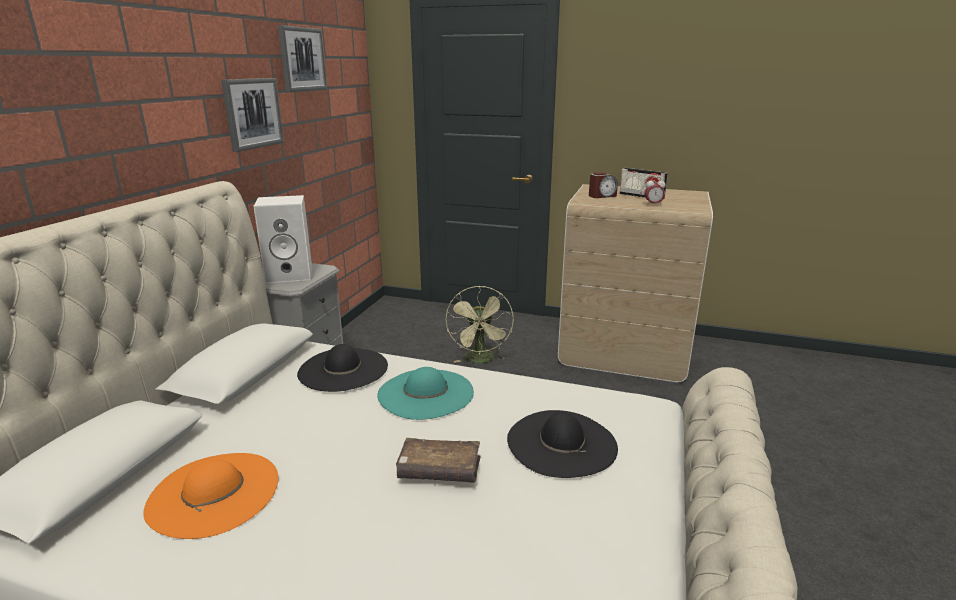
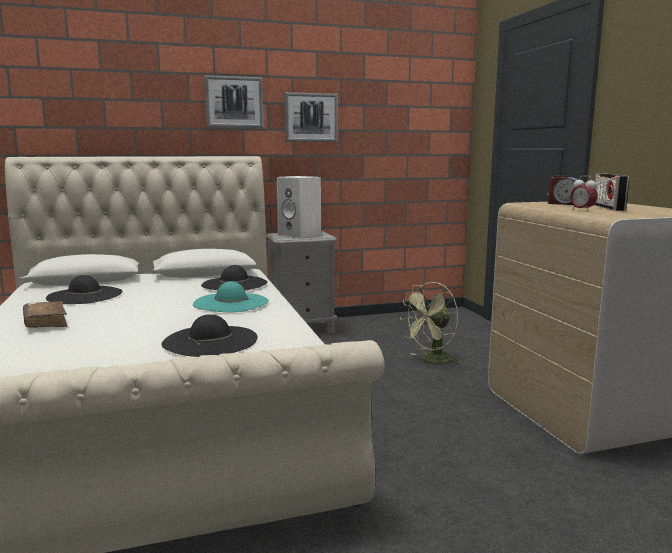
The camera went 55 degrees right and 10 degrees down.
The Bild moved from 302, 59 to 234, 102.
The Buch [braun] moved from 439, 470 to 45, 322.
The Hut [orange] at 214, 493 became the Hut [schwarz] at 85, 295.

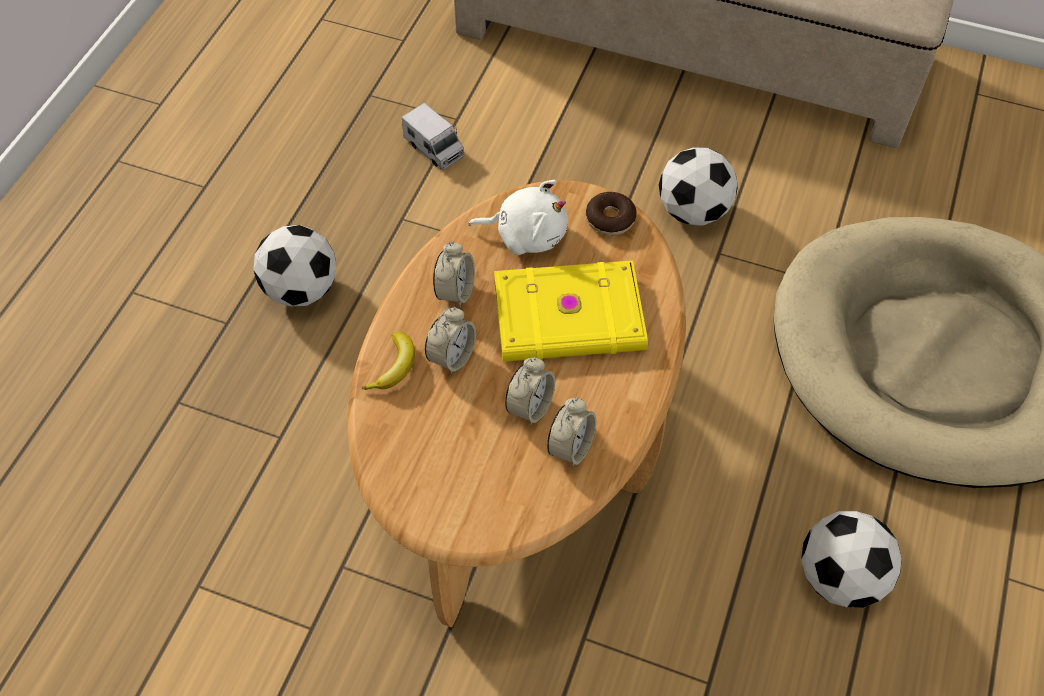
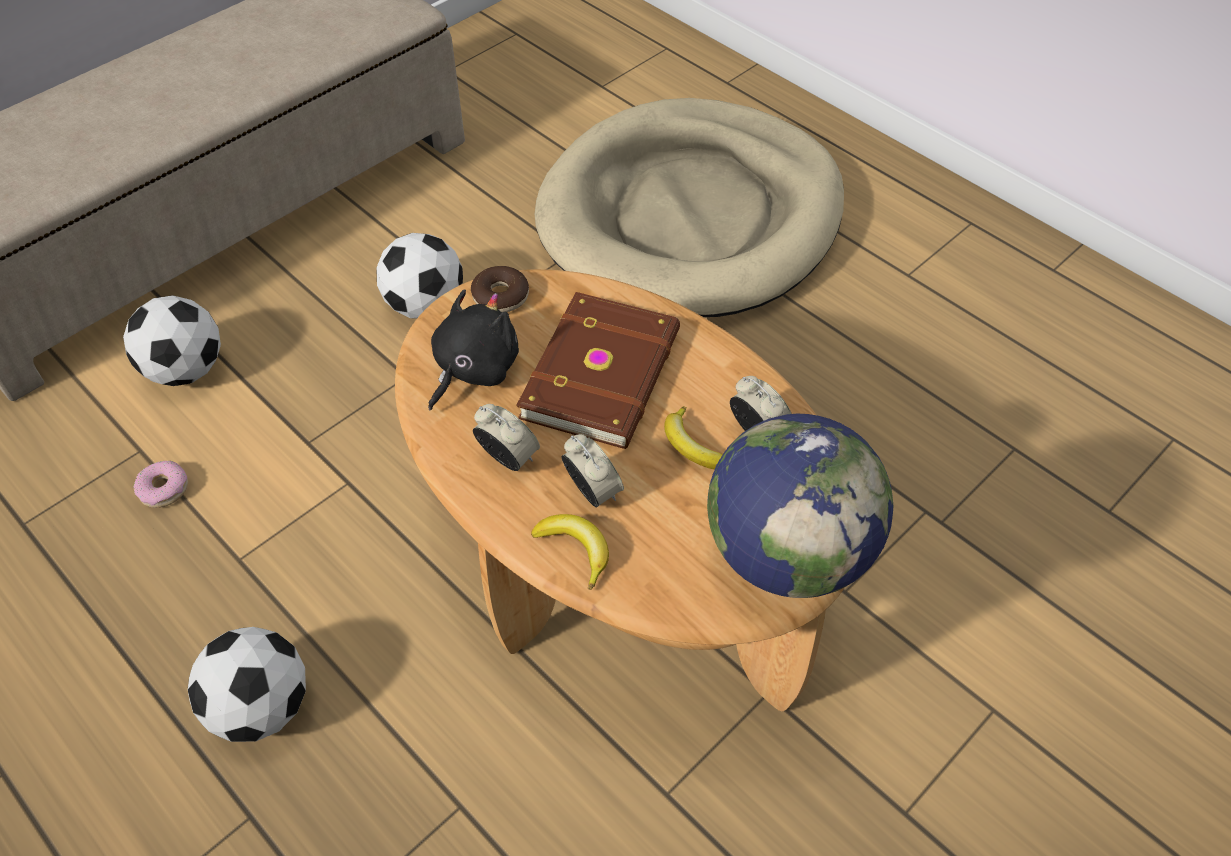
The camera went 65 degrees left and 5 degrees down.
The Globus at 787, 553 appeared.
The Fußball moved from 839, 576 to 186, 370.
The Spielzeuglaster at 434, 148 was replaced by the Donut at 164, 489.
The Wecker at 530, 407 was replaced by the Banane at 693, 447.
The Plüschtier [weiß] at 526, 234 became the Plüschtier [schwarz] at 473, 369.
The Buch [gelb] at 570, 319 became the Buch [braun] at 604, 374.

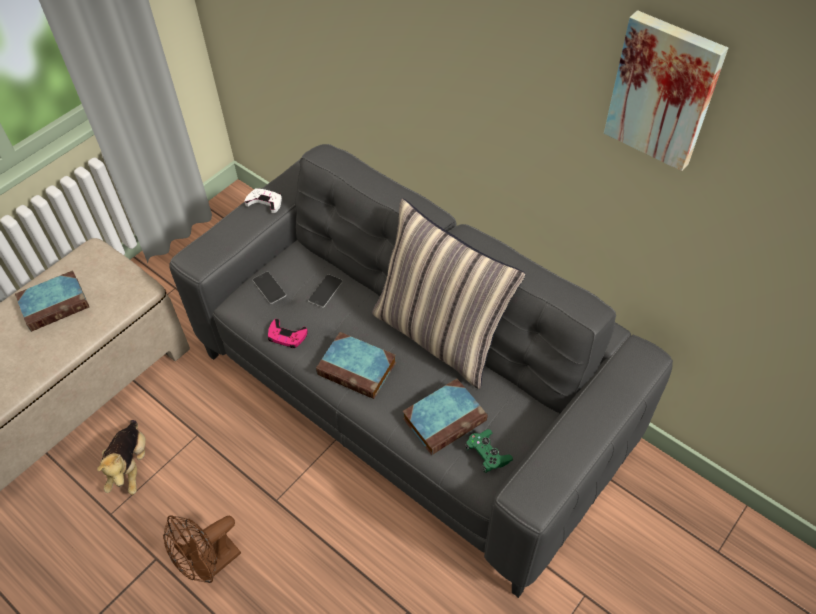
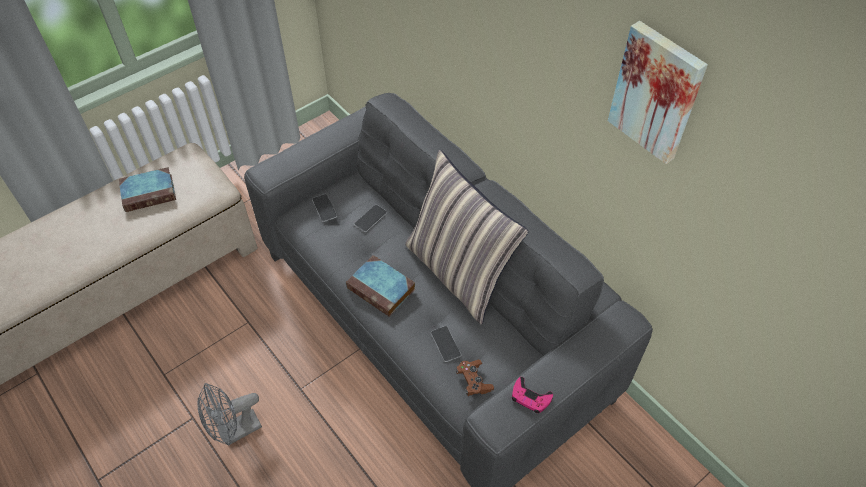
The camera went 10 degrees right and 0 degrees up.
The Plüschtier at 130, 466 disappeared.
The Gamepad [weiß] at 265, 202 disappeared.
The Gamepad [rosa] moved from 286, 336 to 530, 397.
The Buch at 445, 418 was replaced by the Handy at 445, 344.
The Ventilator [braun] at 211, 565 became the Ventilator [grau] at 235, 432.
The Gamepad [grün] at 487, 455 became the Gamepad [braun] at 473, 381.

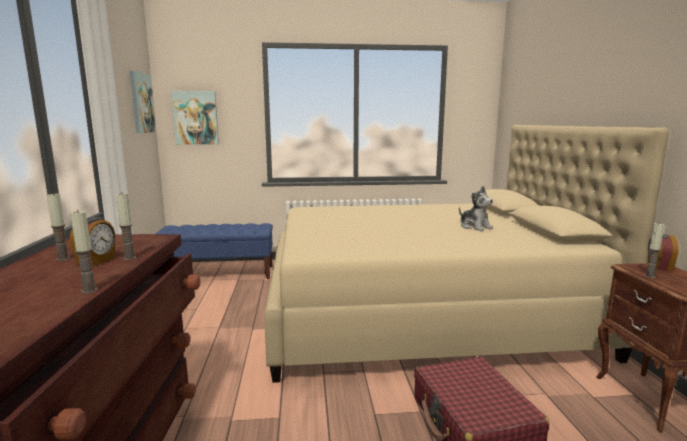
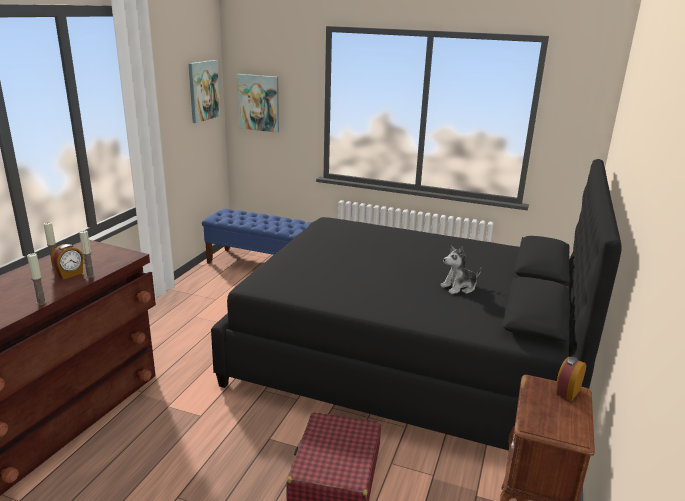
The camera went 25 degrees right and 10 degrees up.
The Kerze at 649, 276 disappeared.
The Bett [beige] at 420, 312 became the Bett [schwarz] at 407, 358.
The Plüschtier at 475, 227 turned 75 degrees clockwise.

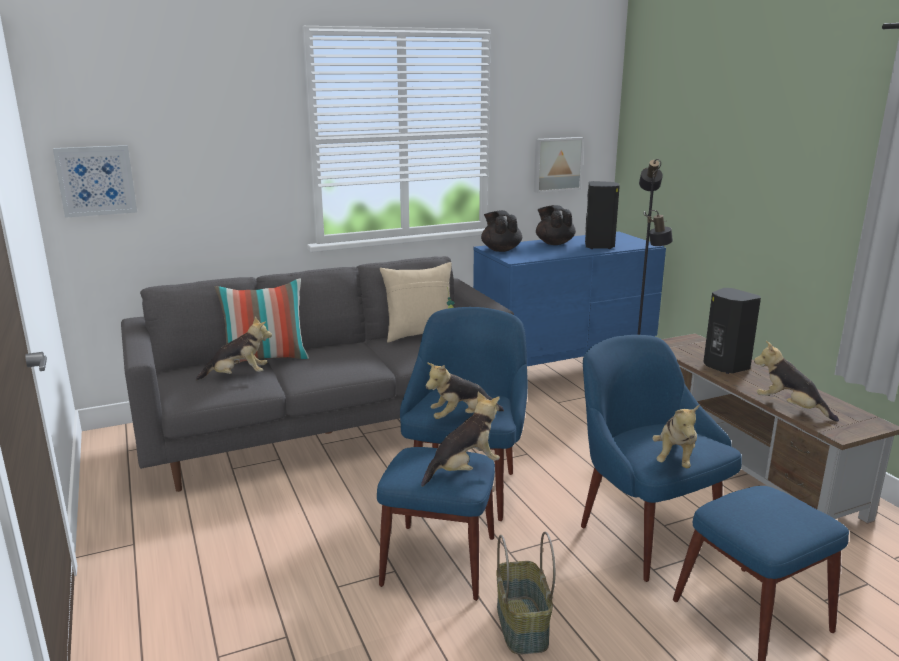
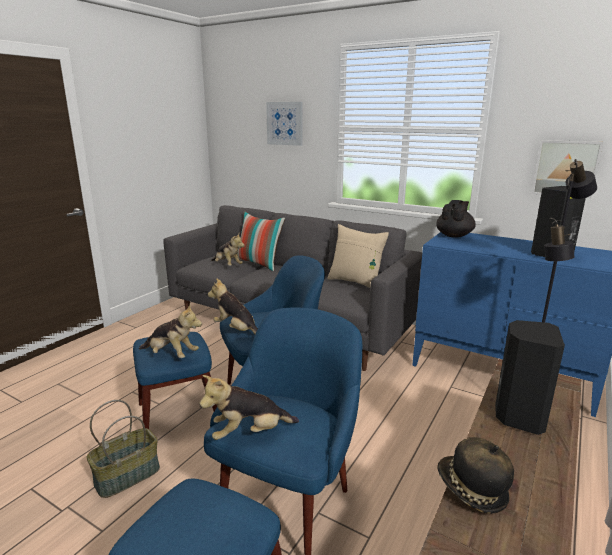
The camera went 55 degrees right and 0 degrees up.
The Teekanne [schwarz] at 554, 243 disappeared.
The Bild moved from 96, 180 to 285, 123.
The Plüschtier at 790, 408 was replaced by the Hut at 471, 489.

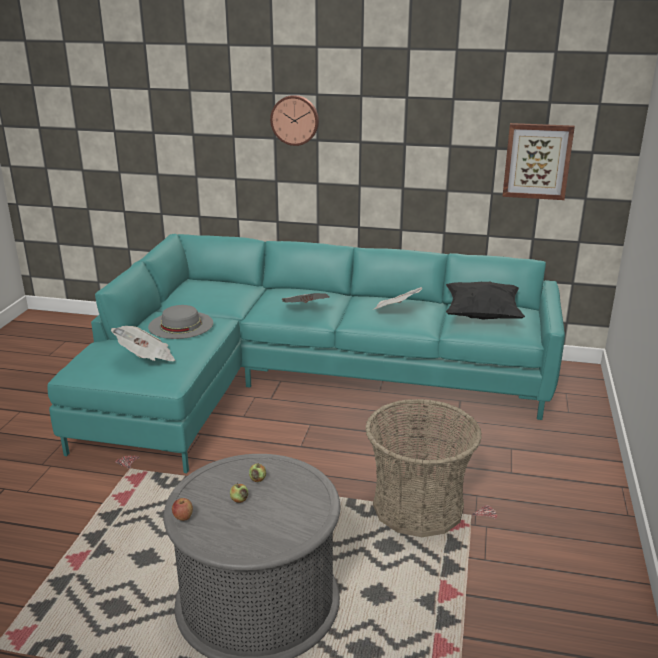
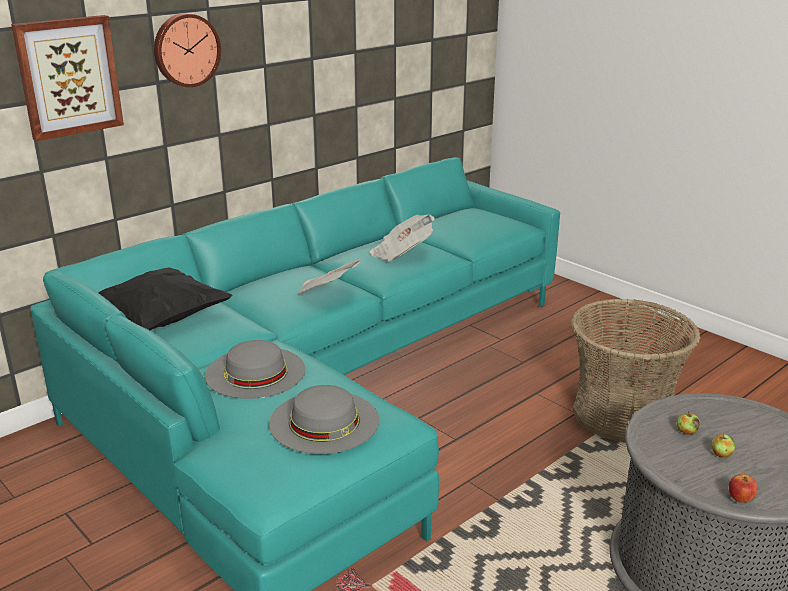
The camera went 55 degrees left and 0 degrees up.
The Kissen [schwarz] moved from 482, 315 to 161, 319.
The Bild moved from 537, 161 to 68, 76.
The Zeitung at 146, 358 was replaced by the Hut [grau] at 324, 421.

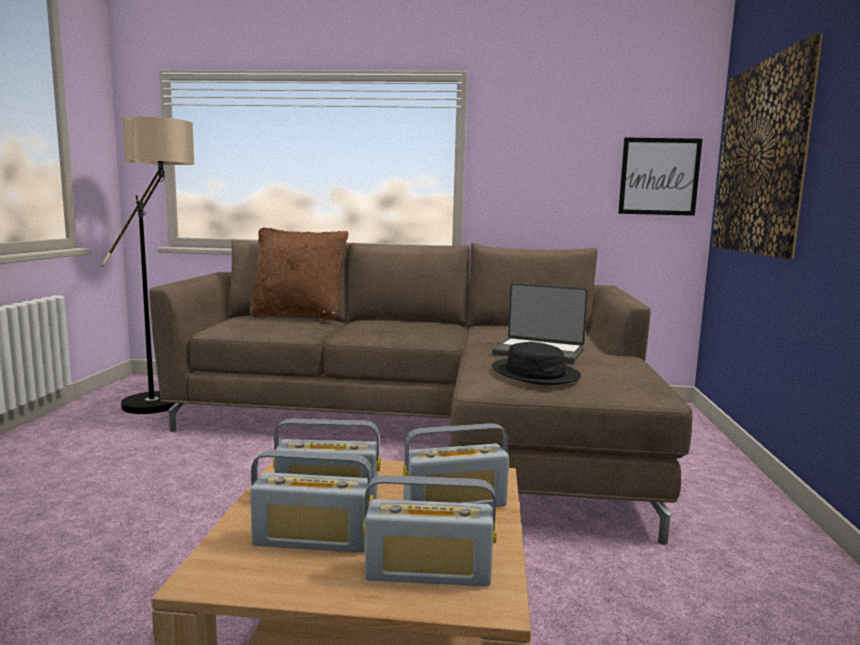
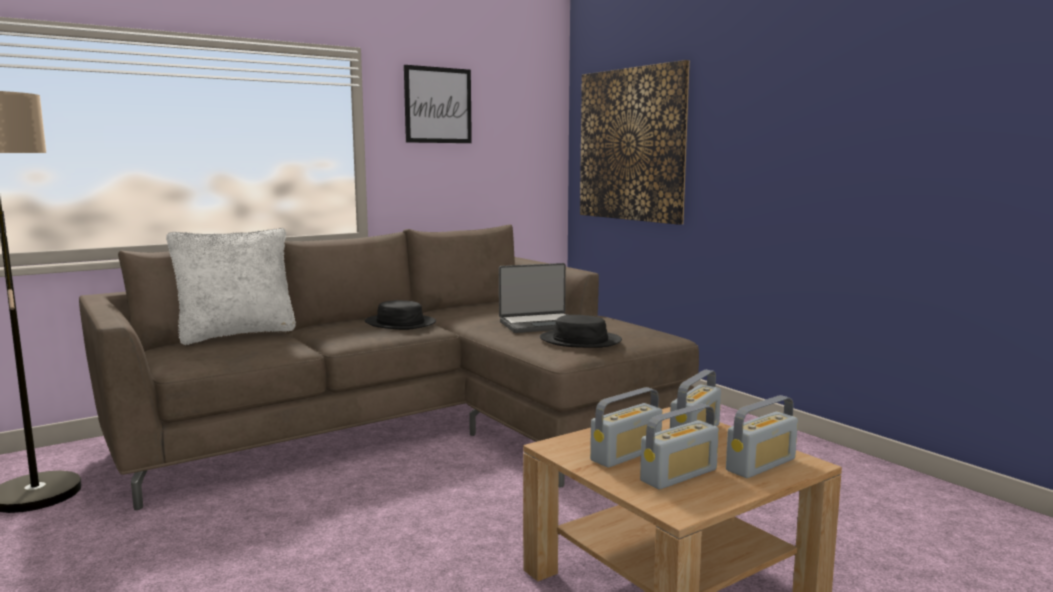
The camera went 40 degrees left and 0 degrees up.
The Hut [schwarz] at 400, 323 appeared.
The Bild moved from 659, 176 to 438, 105.
The Kissen [braun] at 298, 317 became the Kissen [weiß] at 238, 336.

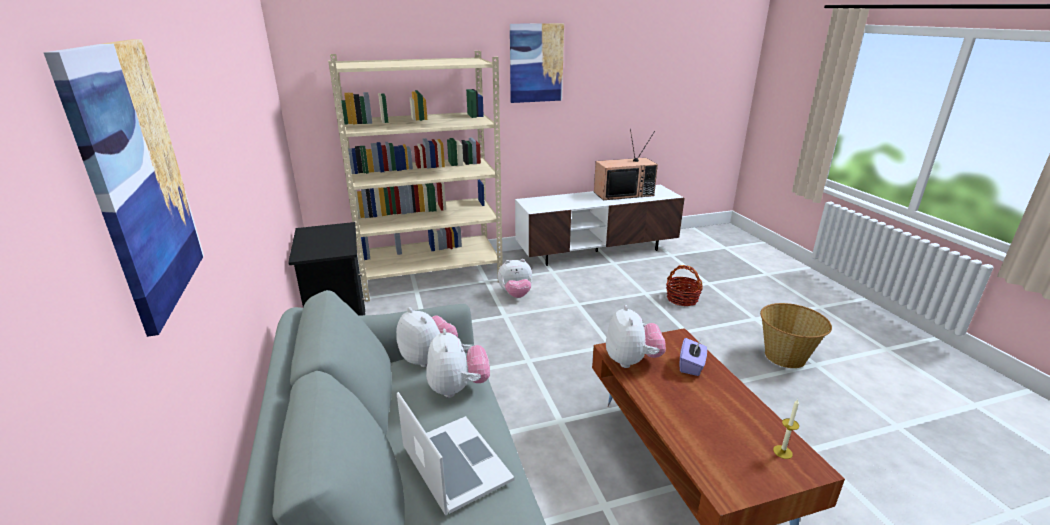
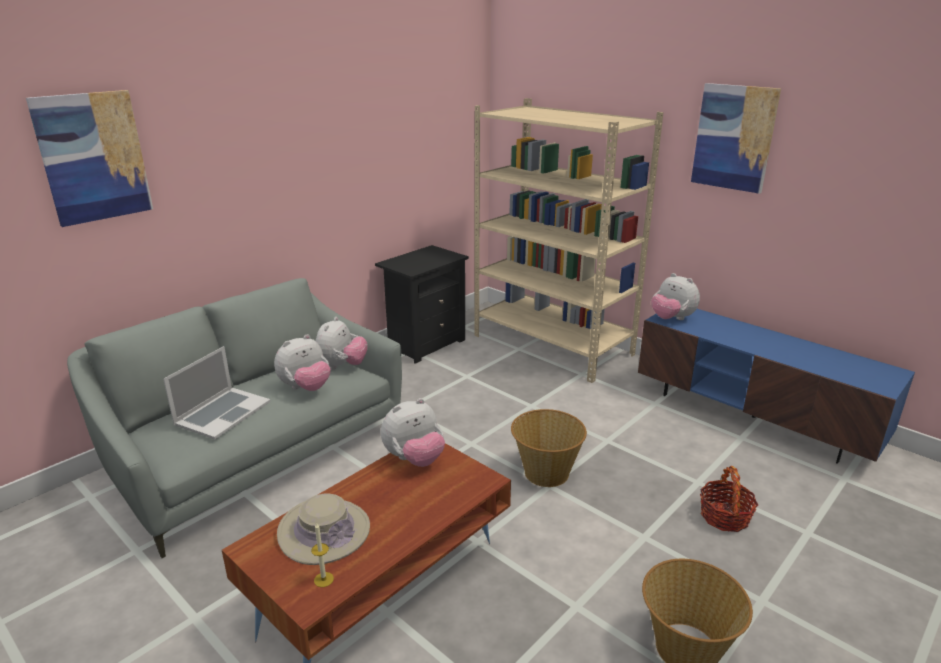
The camera went 60 degrees right and 0 degrees up.
The Fernseher at 624, 193 disappeared.
The Taschentuchbox [lila] at 691, 366 disappeared.
The Hut [beige] at 324, 531 appeared.
The Korb at 546, 472 appeared.
The Plüschtier moved from 516, 295 to 672, 319.
The Fernsehschrank [weiß] at 596, 251 became the Fernsehschrank [blau] at 754, 416.

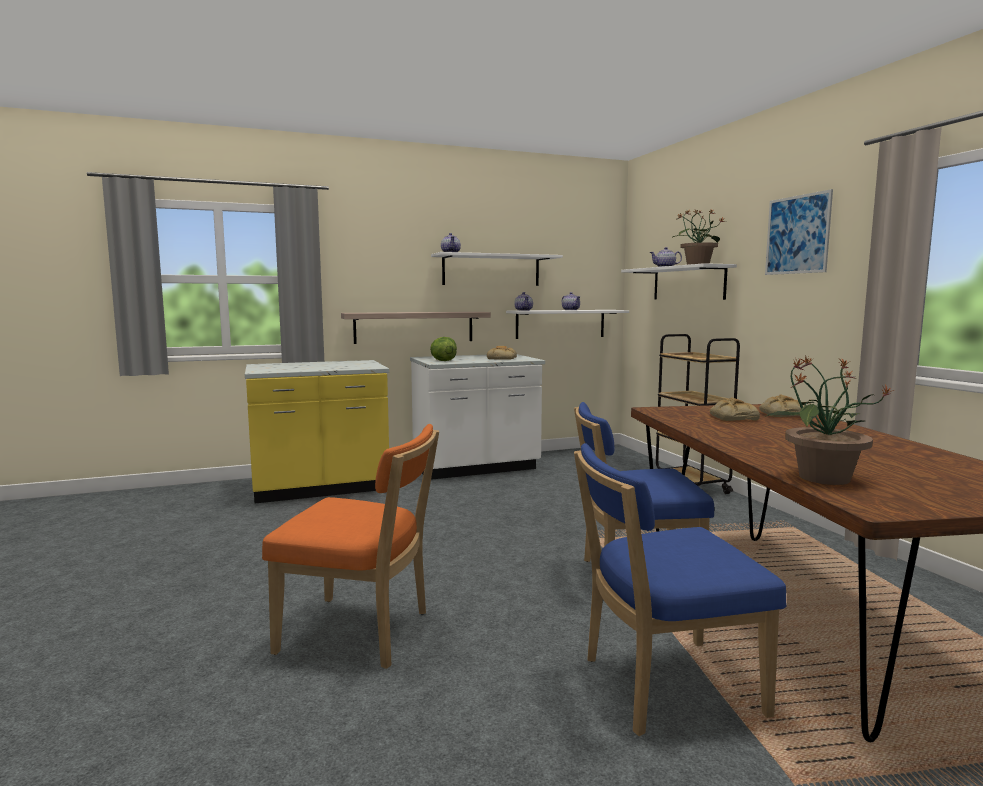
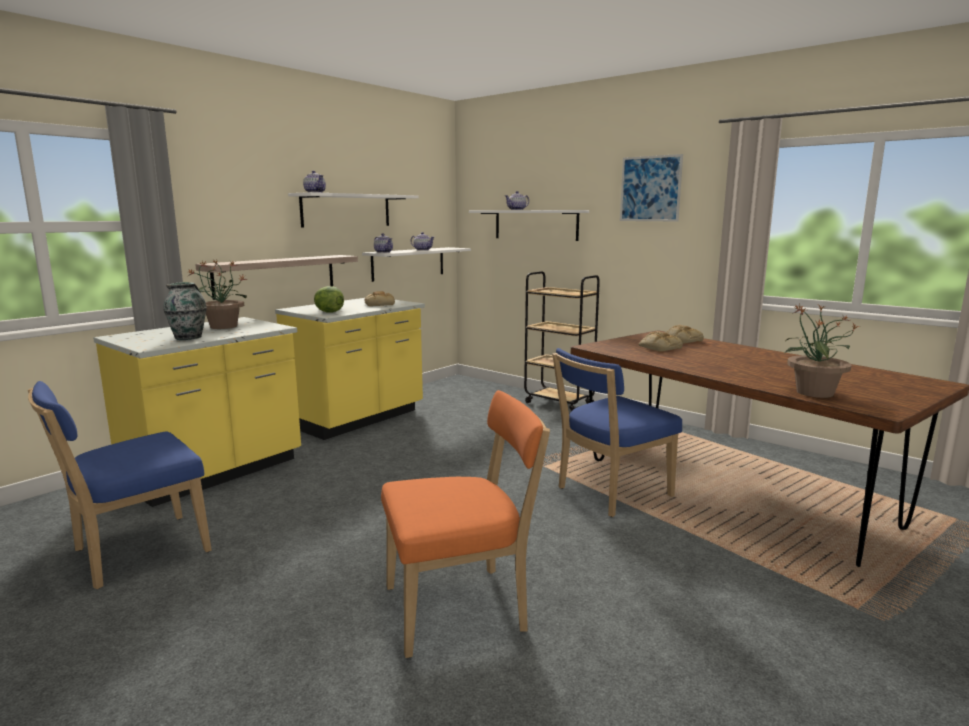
The camera went 30 degrees left and 5 degrees up.
The Vase at 189, 338 appeared.
The Stuhl [blau] moved from 663, 686 to 135, 553.
The Topfpflanze moved from 697, 265 to 223, 326.
The Küchenzeile [weiß] at 476, 468 became the Küchenzeile [gelb] at 358, 419.

